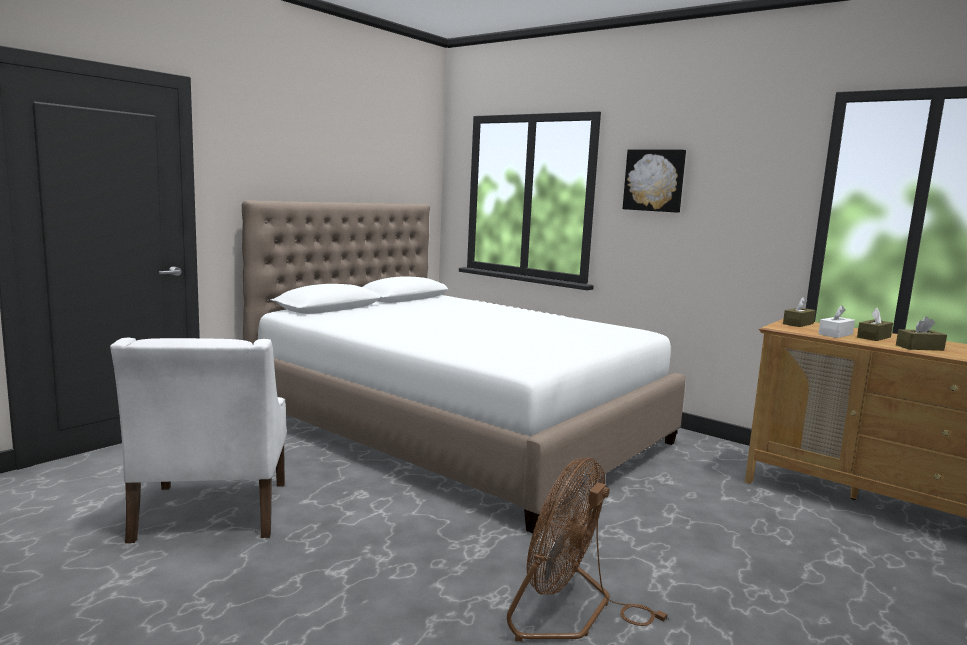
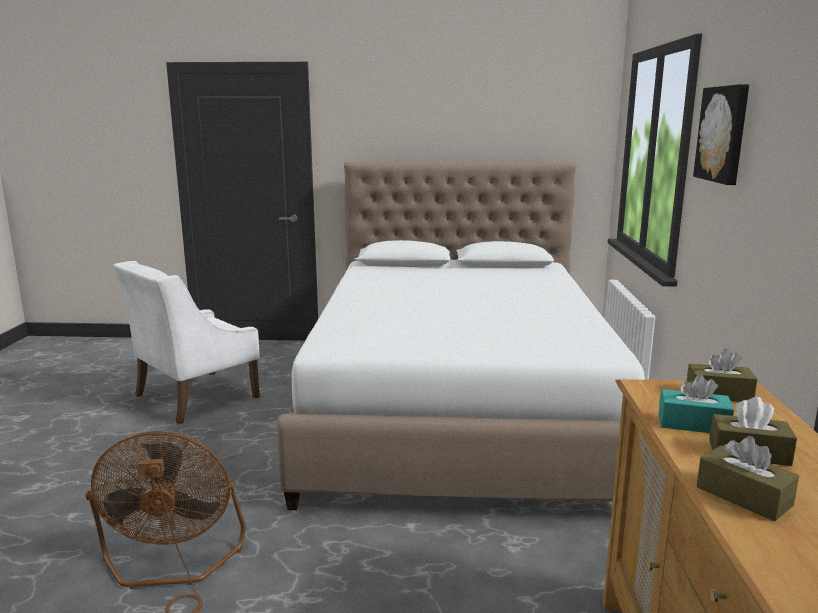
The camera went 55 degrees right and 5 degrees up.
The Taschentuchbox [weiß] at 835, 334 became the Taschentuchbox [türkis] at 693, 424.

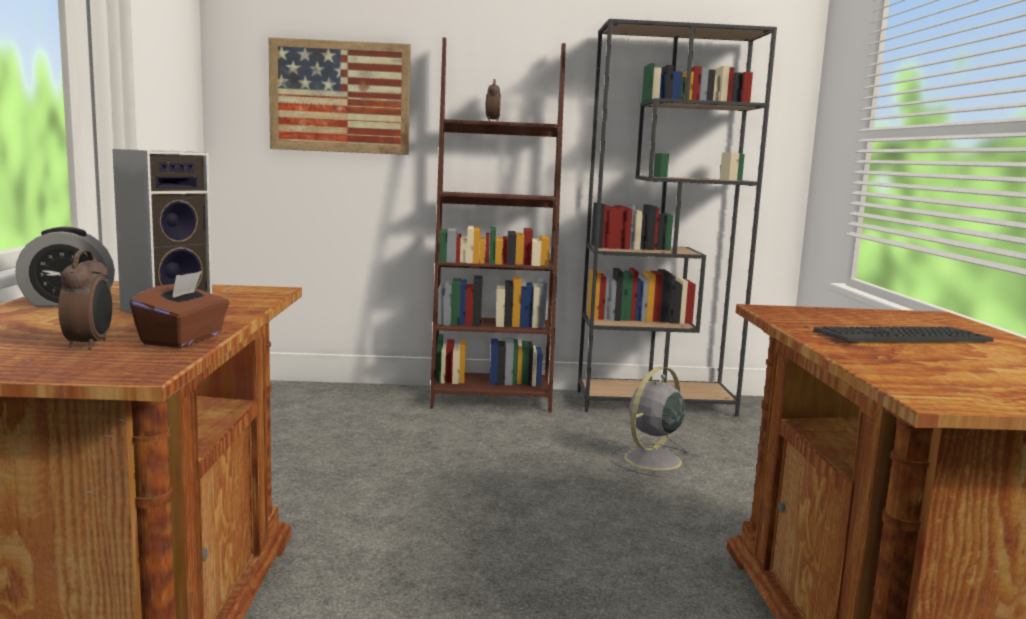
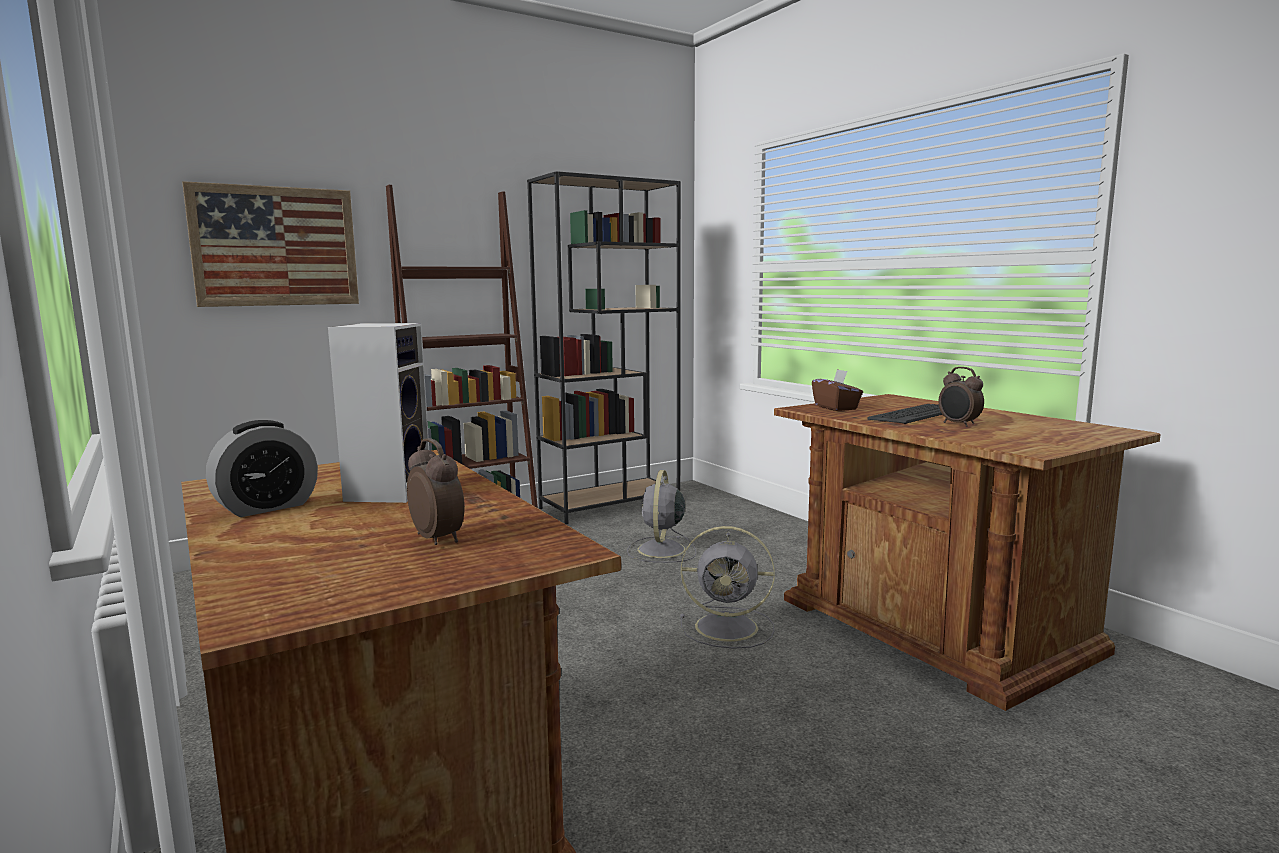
The camera went 30 degrees left and 0 degrees up.
The Ventilator [grau] at 729, 627 appeared.
The Taschentuchbox [braun] moved from 183, 339 to 836, 407.
The Wecker moved from 492, 121 to 958, 424.

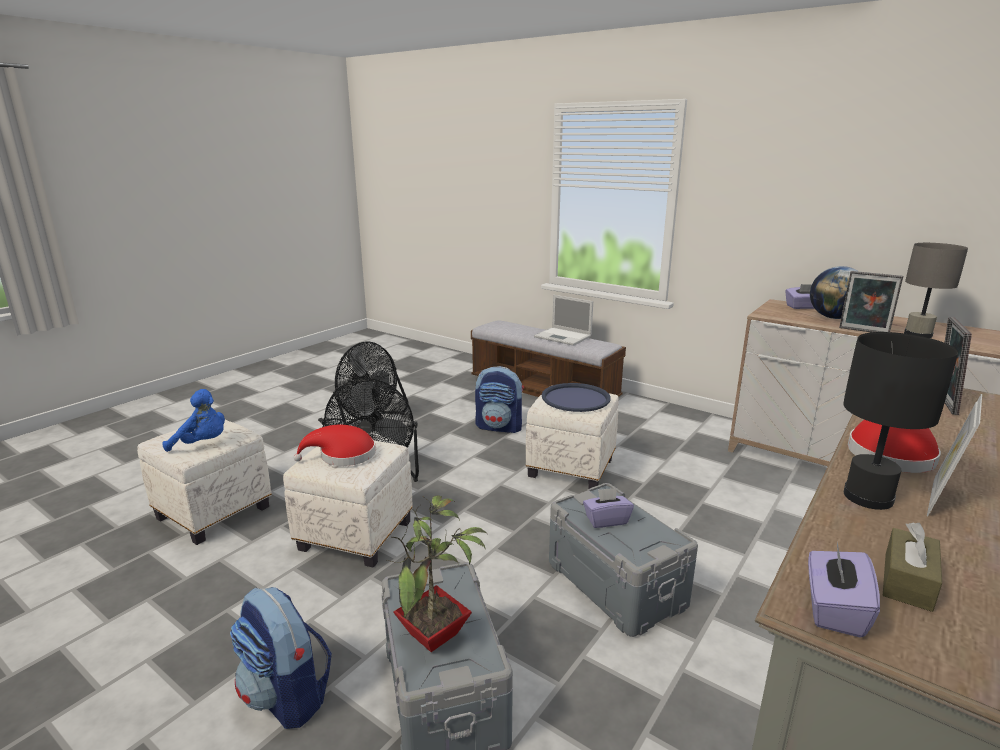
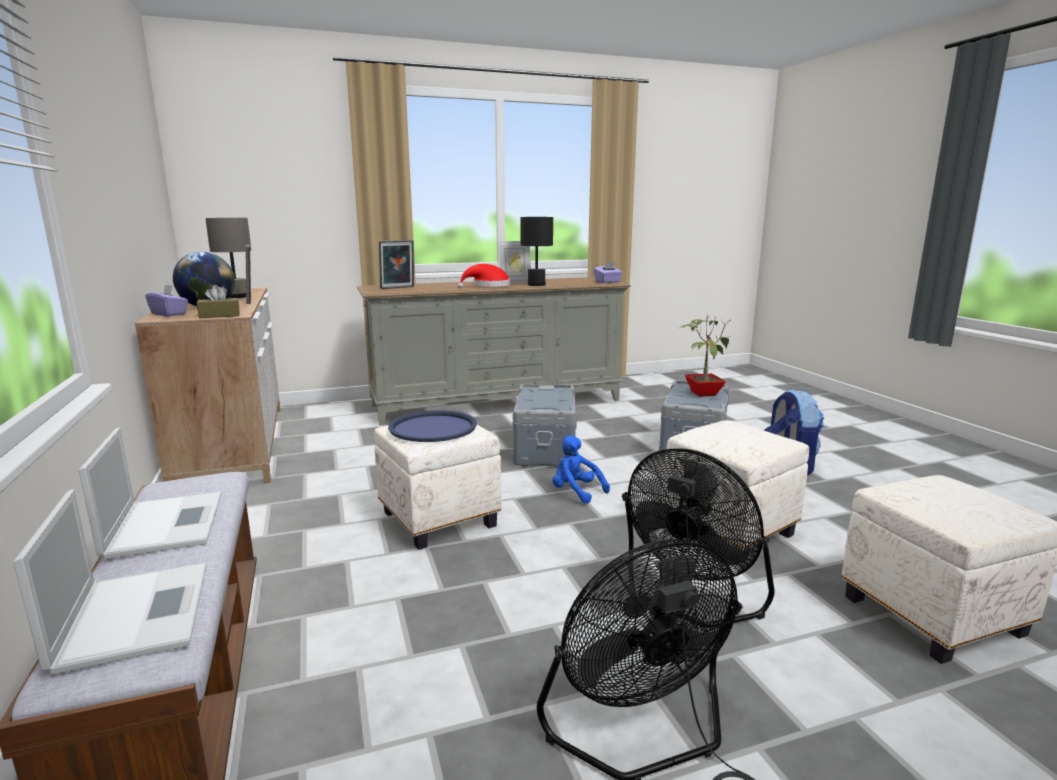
The camera went 145 degrees left and 5 degrees down.
The Hut [rot] at 343, 456 disappeared.
The Rucksack at 500, 427 disappeared.
The Taschentuchbox [lila] at 606, 520 disappeared.
The Laptop at 135, 613 appeared.
The Plüschtier [blau] moved from 202, 444 to 576, 492.
The Taschentuchbox [braun] moved from 907, 581 to 219, 315.

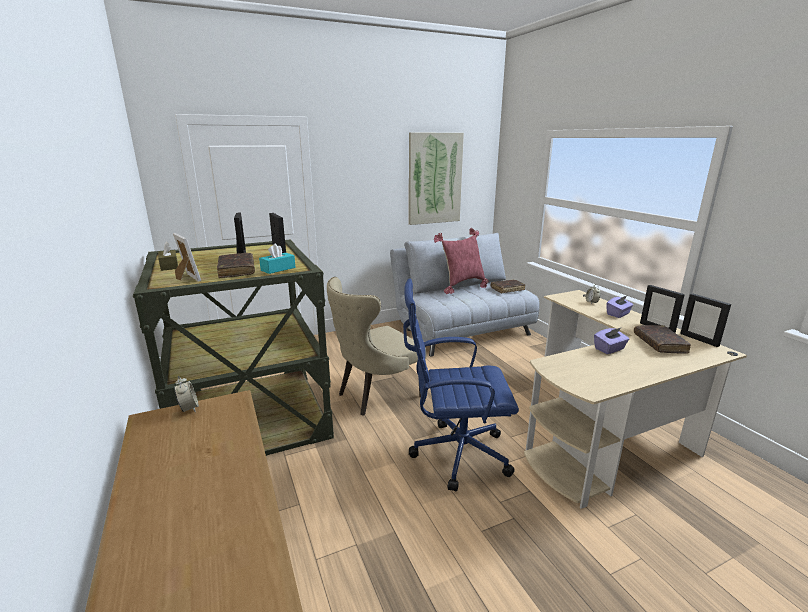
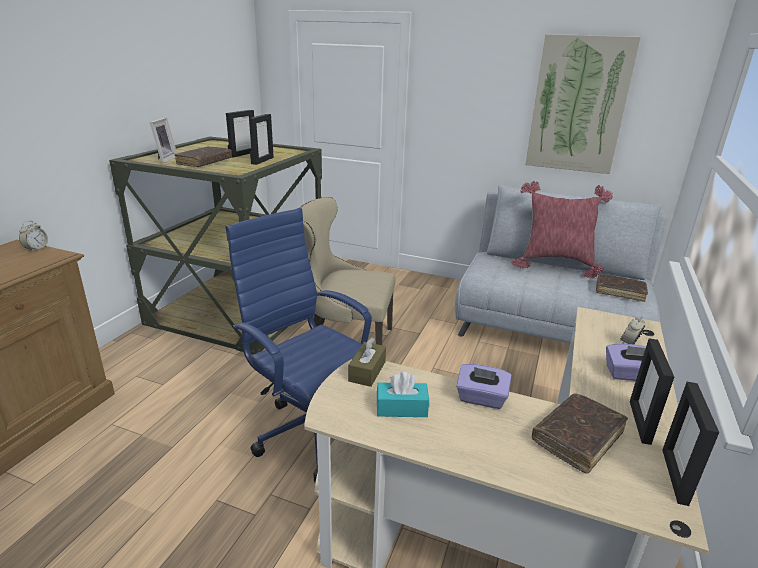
The camera went 45 degrees right and 5 degrees up.
The Taschentuchbox [braun] moved from 169, 266 to 367, 371.
The Taschentuchbox [türkis] moved from 278, 269 to 401, 408.

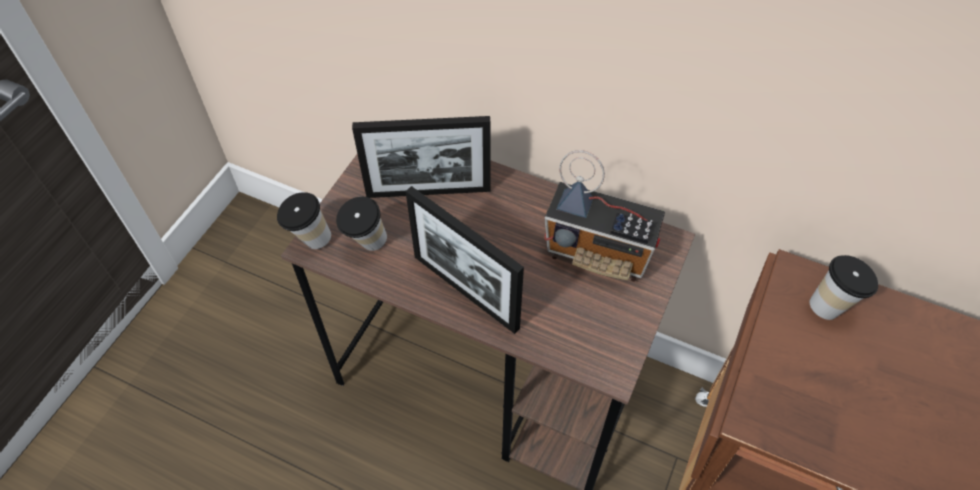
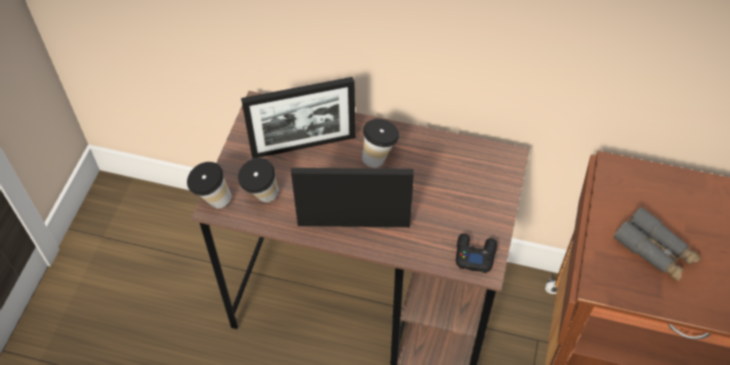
The camera went 10 degrees left and 0 degrees up.
The Radio at 599, 252 disappeared.
The Gamepad [schwarz] at 474, 254 appeared.
The Fernglas [grau] at 655, 251 appeared.
The Tasse moved from 831, 305 to 379, 157.
The Bilderrahmen at 465, 292 turned 150 degrees clockwise.

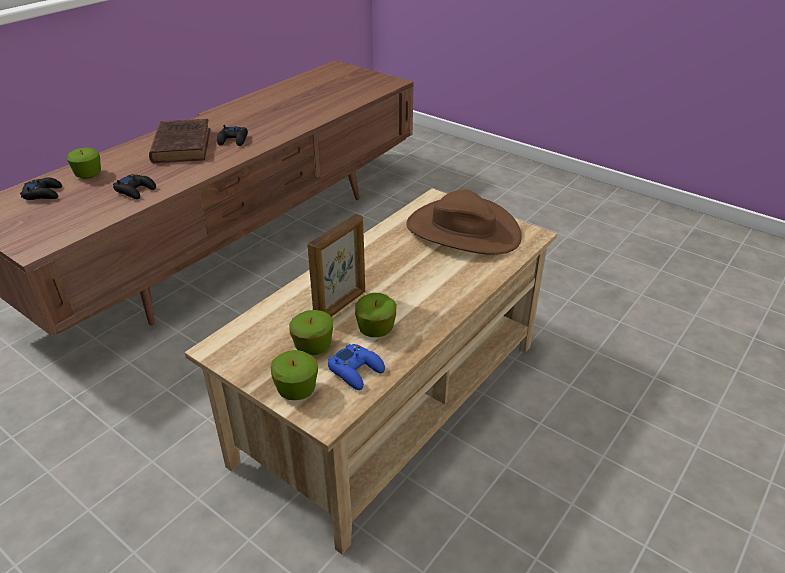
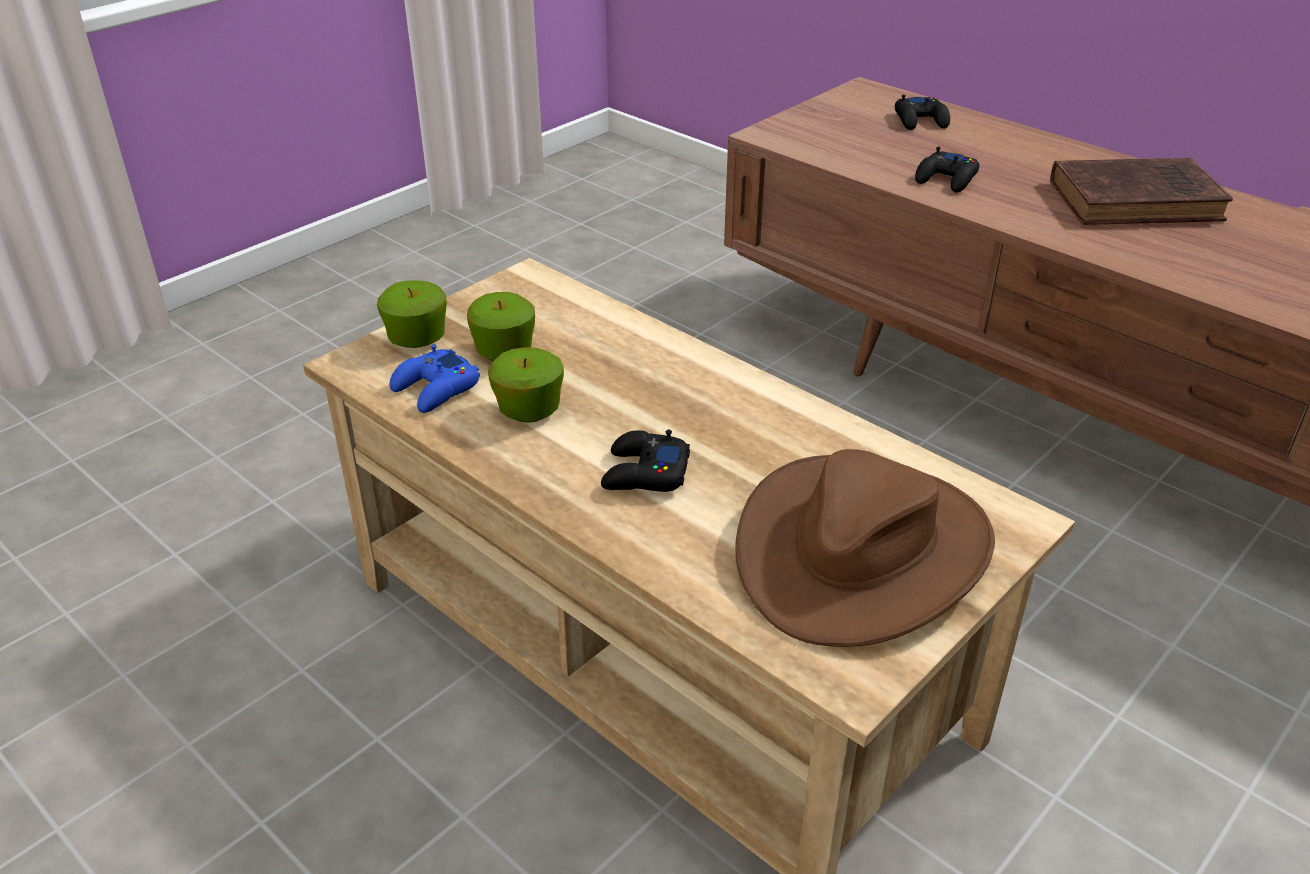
The camera went 95 degrees right and 0 degrees up.
The Apfel at 88, 175 disappeared.
The Bilderrahmen at 341, 306 disappeared.
The Gamepad [schwarz] moved from 233, 140 to 644, 473.

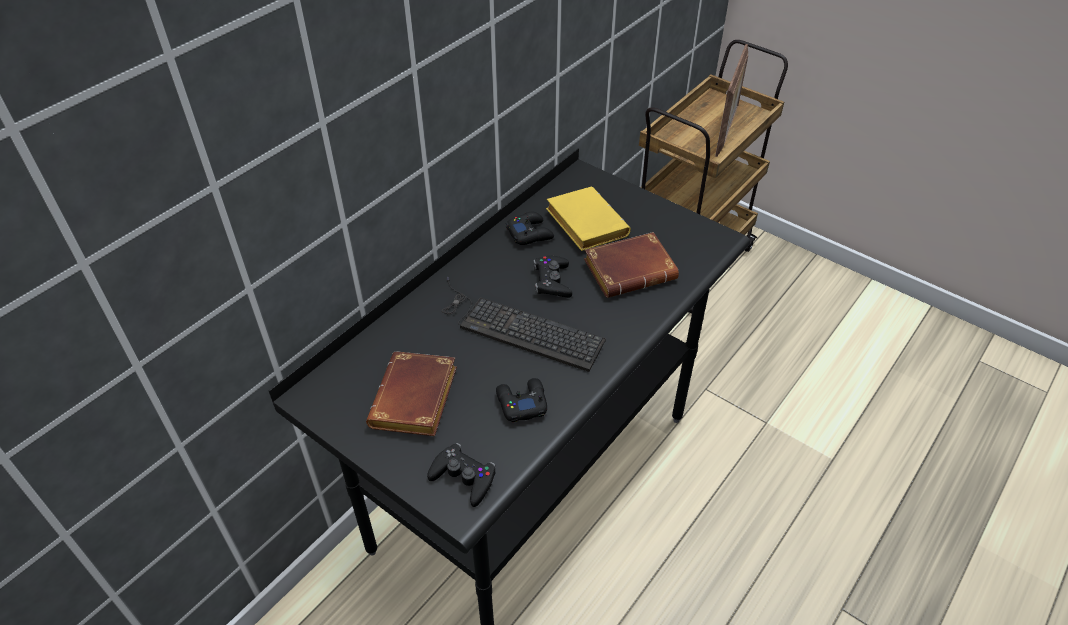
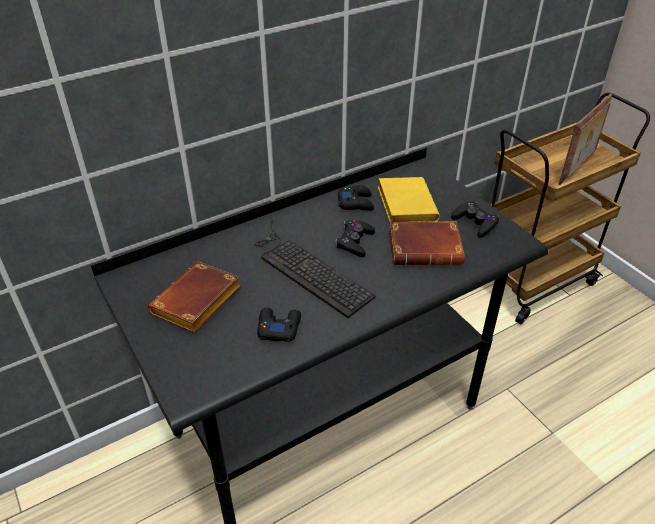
The camera went 20 degrees right and 5 degrees down.
The Gamepad [schwarz] moved from 463, 478 to 475, 223.

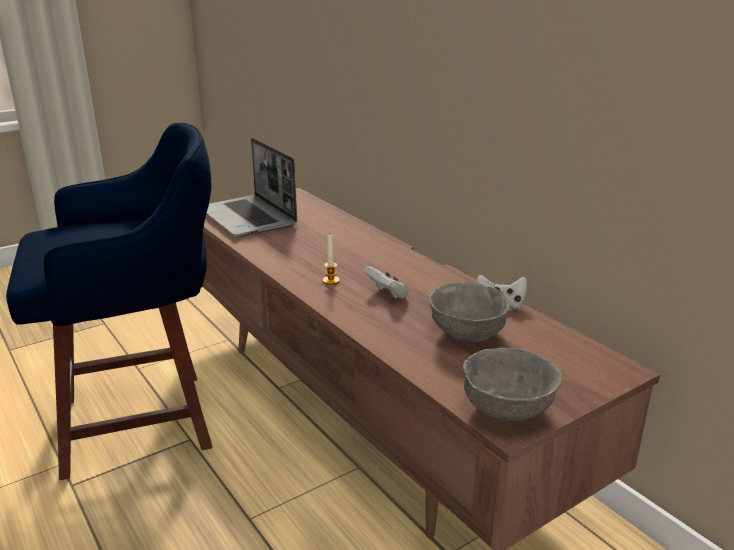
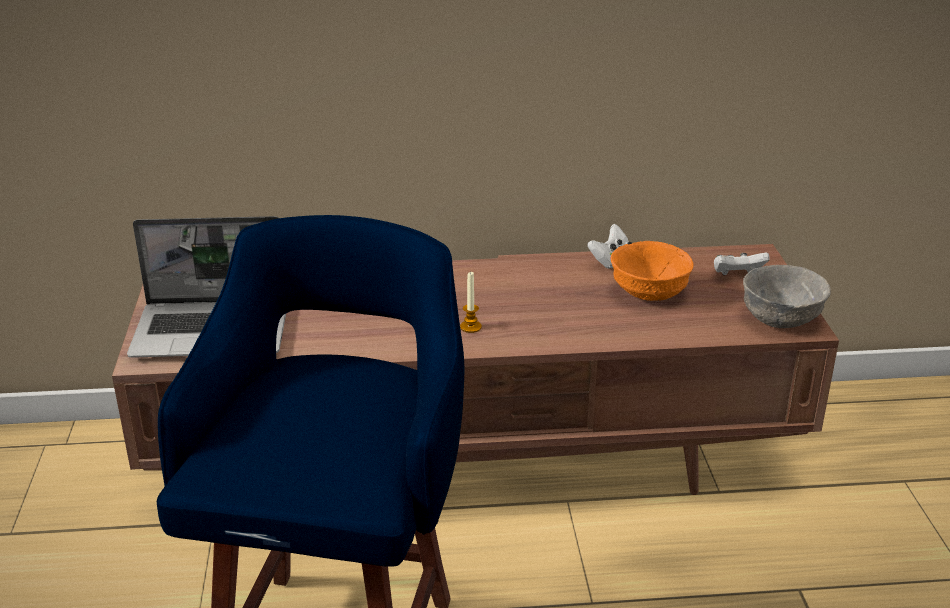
The camera went 60 degrees left and 5 degrees up.
The Gamepad [weiß] moved from 387, 294 to 737, 275.
The Schüssel [grau] at 467, 332 became the Schüssel [orange] at 648, 293.

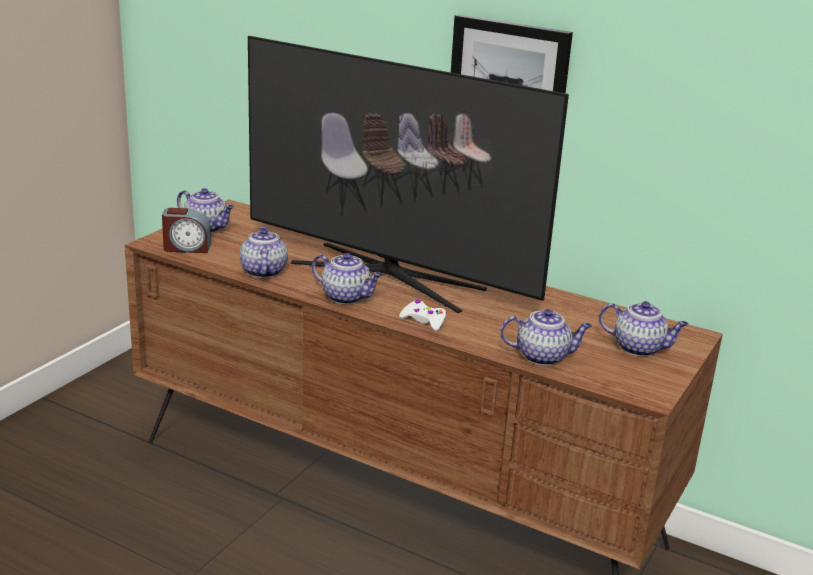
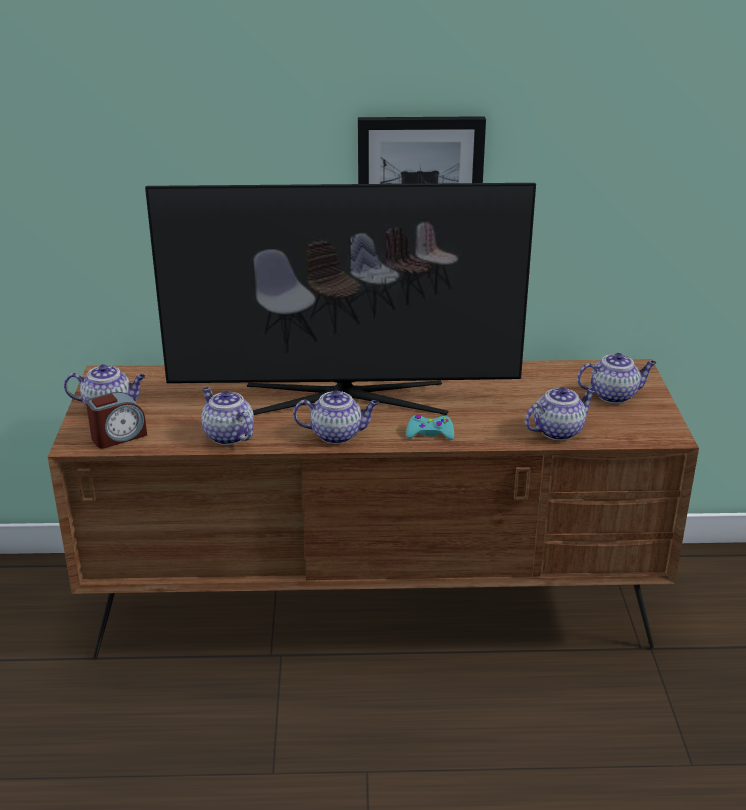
The camera went 30 degrees left and 5 degrees up.
The Gamepad [weiß] at 424, 321 became the Gamepad [türkis] at 430, 433.

